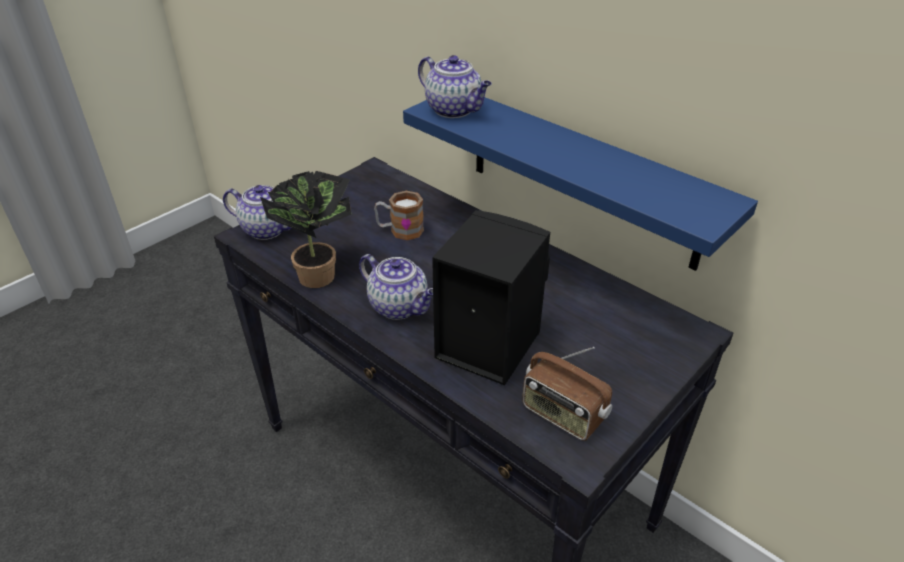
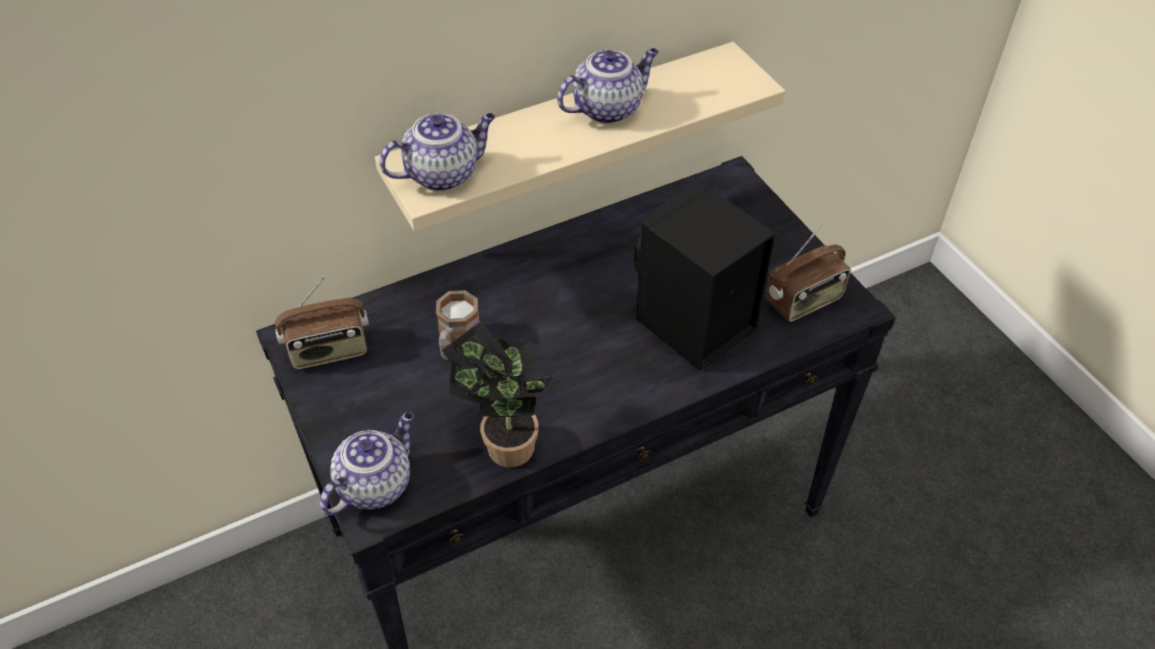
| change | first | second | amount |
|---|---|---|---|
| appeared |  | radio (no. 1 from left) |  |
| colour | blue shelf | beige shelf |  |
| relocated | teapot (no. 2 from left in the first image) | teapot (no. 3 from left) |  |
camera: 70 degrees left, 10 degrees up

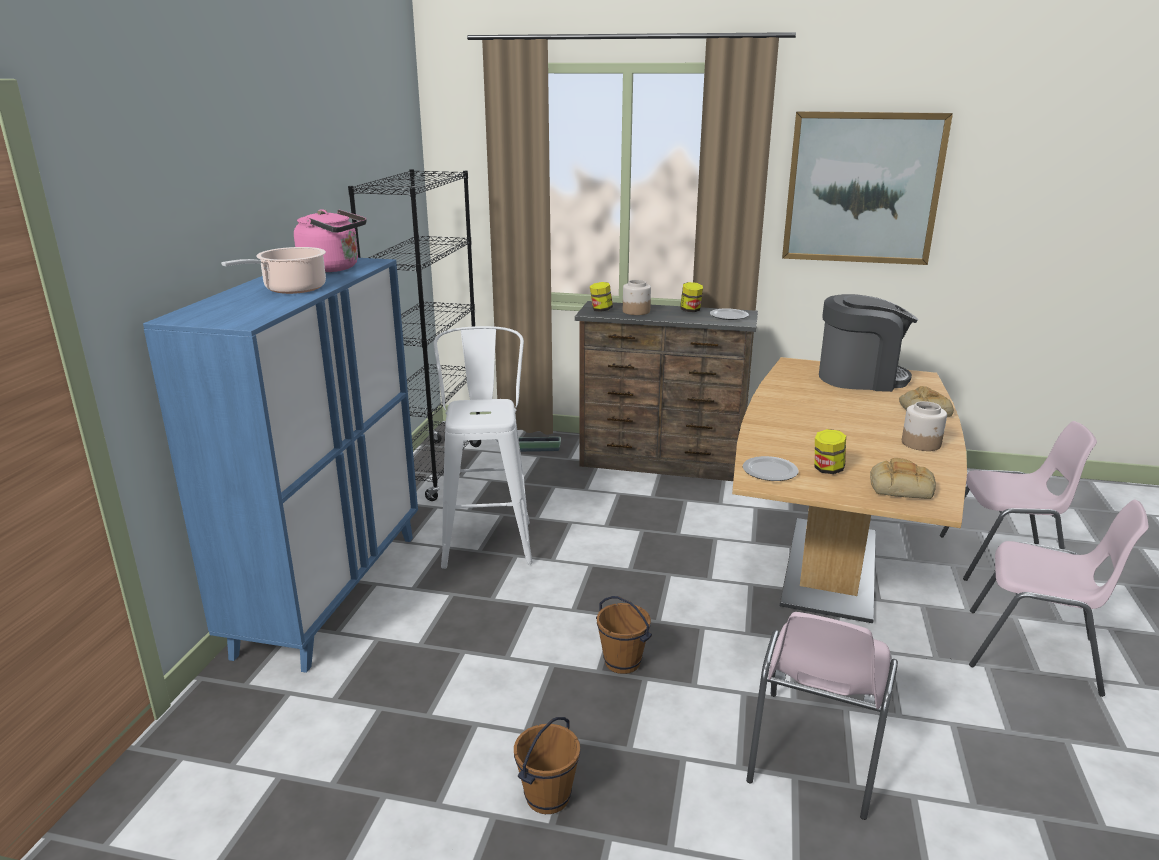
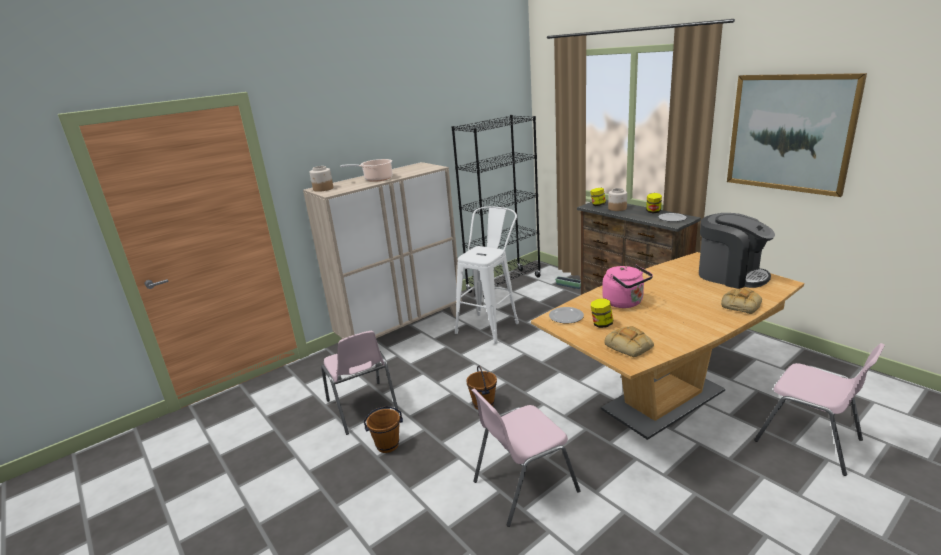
| change | first | second | amount |
|---|---|---|---|
| colour | blue cabinet | beige cabinet |  |
| relocated | jar (no. 5 from left in the first image) | jar (no. 1 from left) |  |
| relocated | pink chair (no. 3 from left in the first image) | pink chair (no. 1 from left) |  |
| relocated | pink kettle |  |  |
camera: 40 degrees right, 0 degrees up

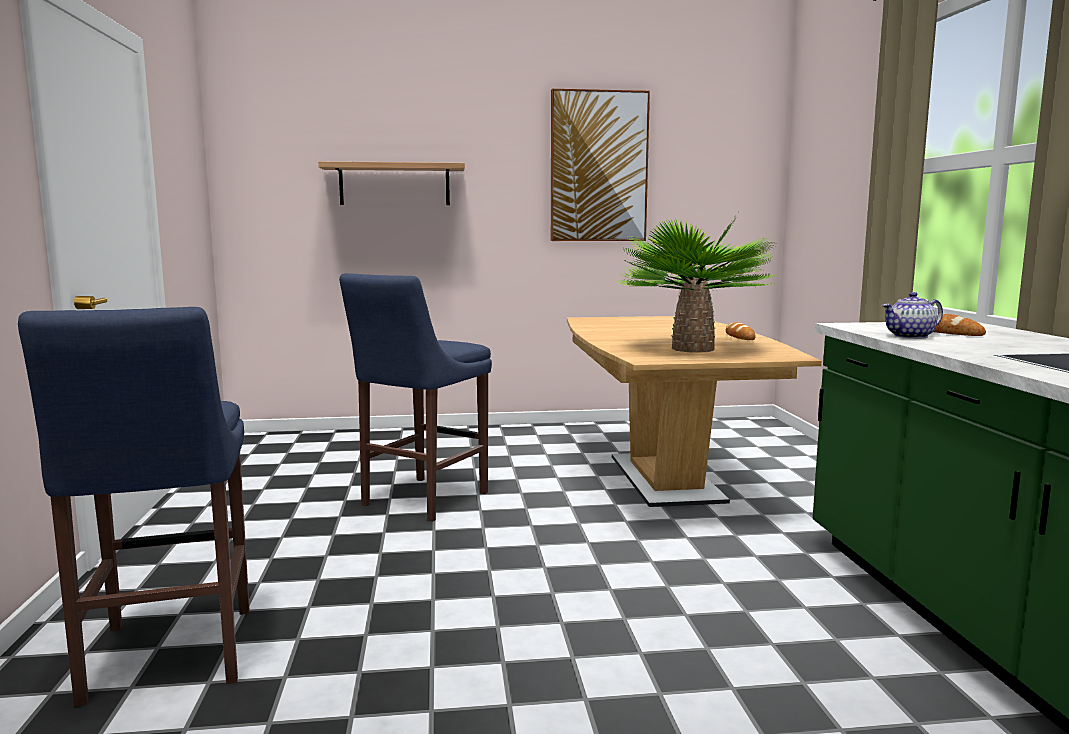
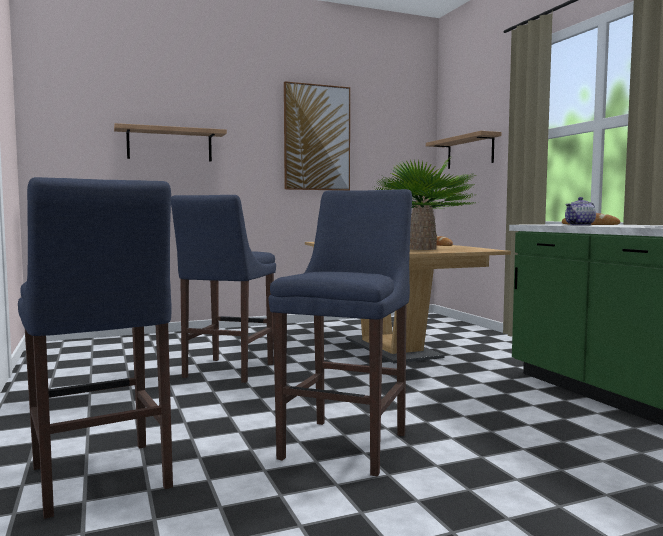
| change | first | second | amount |
|---|---|---|---|
| appeared |  | blue stool (no. 3 from left) |  |
| appeared |  | shelf (no. 2 from left) |  |
camera: 15 degrees left, 5 degrees down

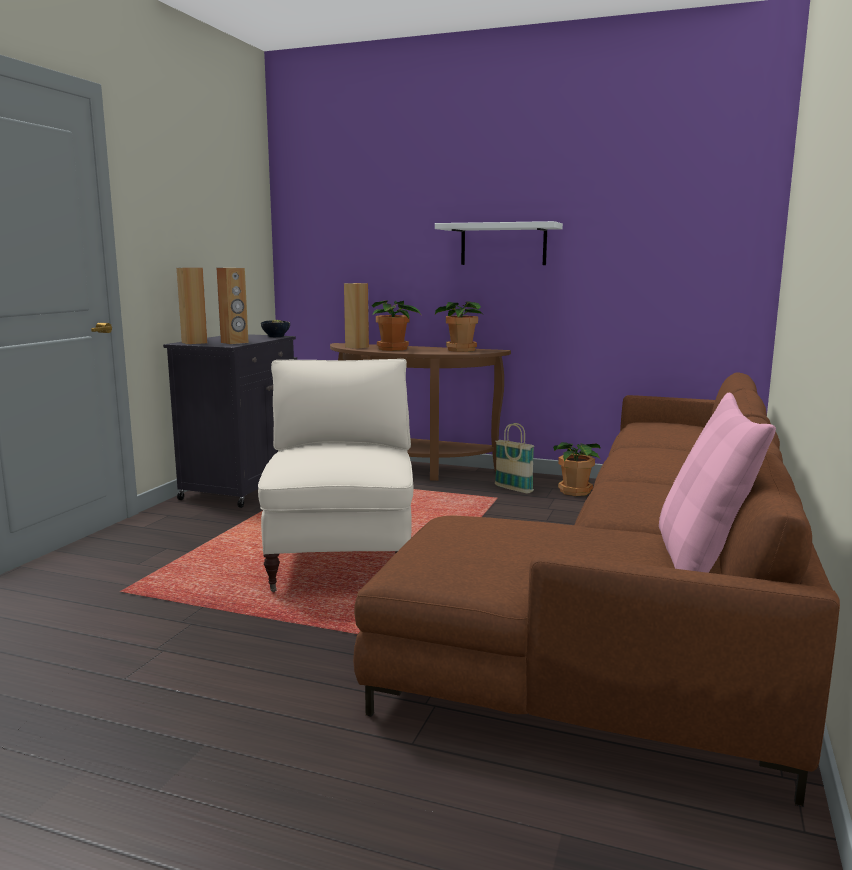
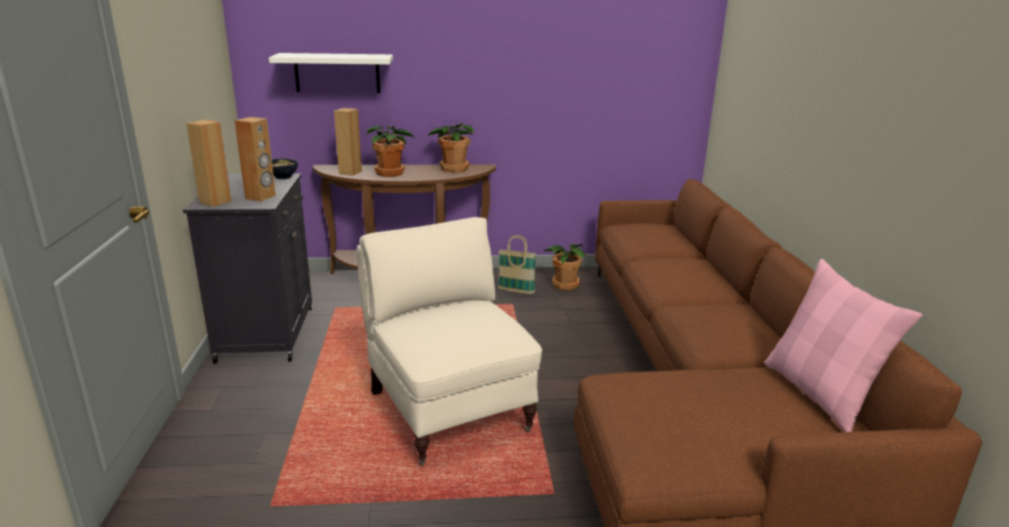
| change | first | second | amount |
|---|---|---|---|
| relocated | white shelf |  |  |
camera: 25 degrees left, 10 degrees up

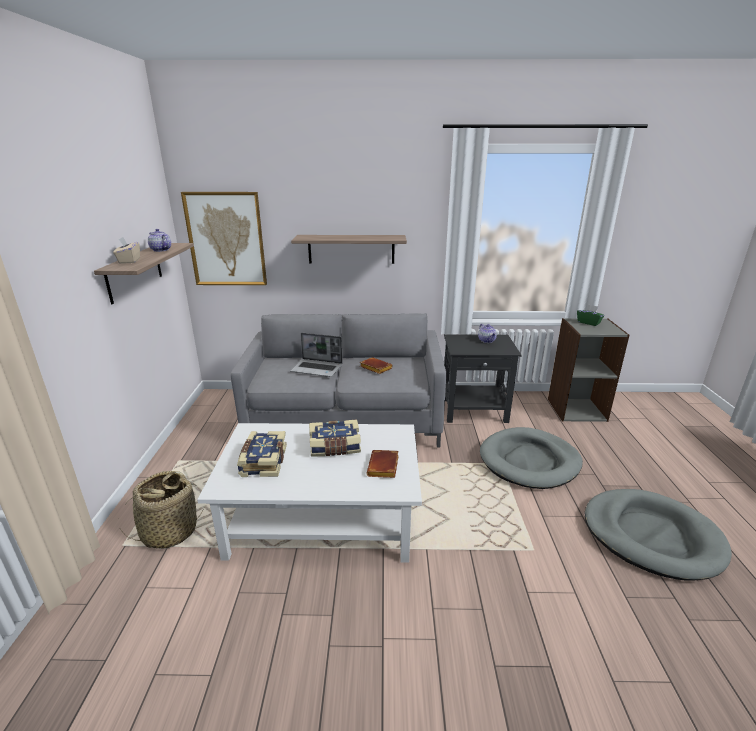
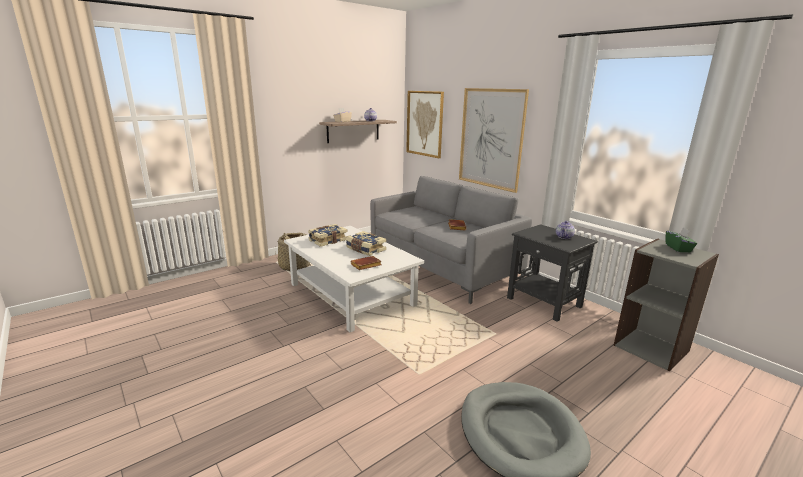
| change | first | second | amount |
|---|---|---|---|
| exchanged | shelf (no. 2 from left) | picture (no. 2 from left) |  |
| missing | laptop |  |  |
| missing | grey dog bed (no. 1 from left) |  |  |
camera: 50 degrees right, 5 degrees down

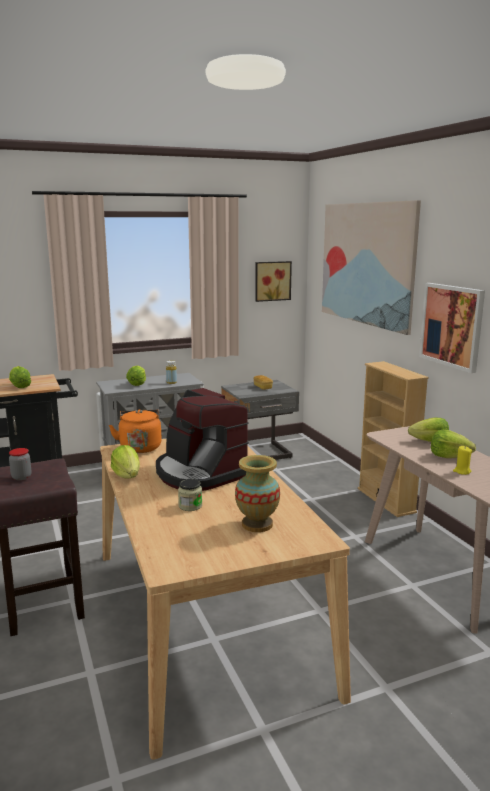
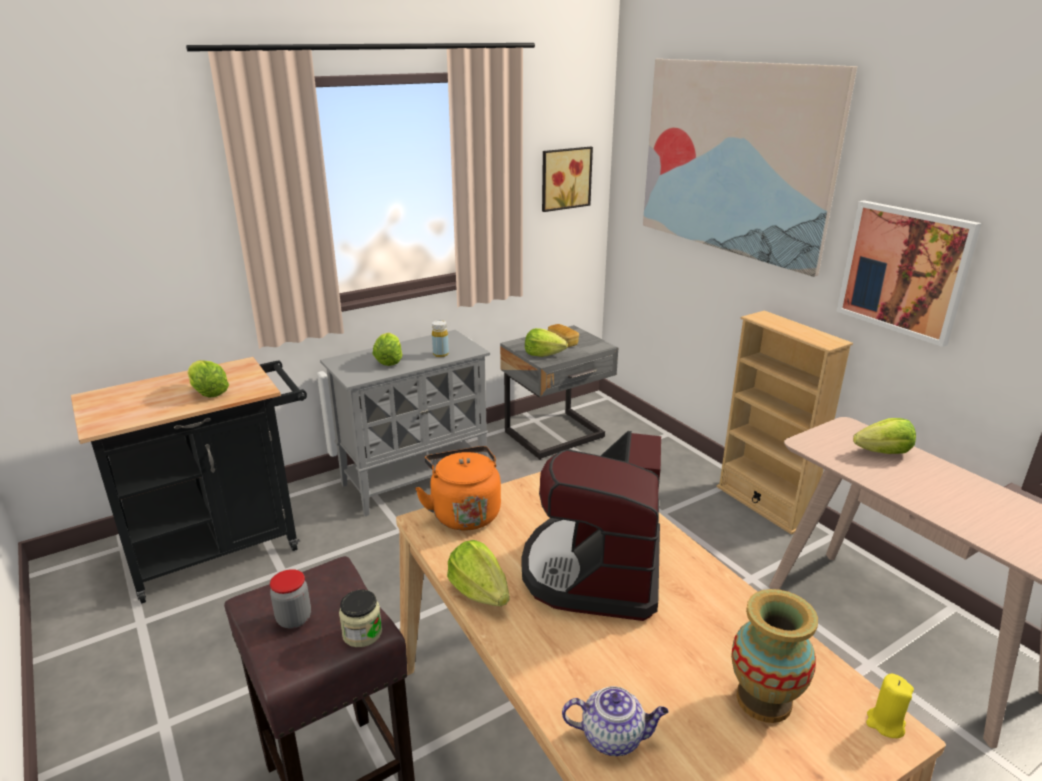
| change | first | second | amount |
|---|---|---|---|
| relocated | jar (no. 2 from left) |  |  |
| spun | coffee machine |  | 60 degrees clockwise |
| relocated | lettuce (no. 5 from left in the first image) | lettuce (no. 4 from left) |  |
| appeared |  | teapot |  |
| relocated | yellow candle |  |  |
camera: 10 degrees left, 10 degrees up

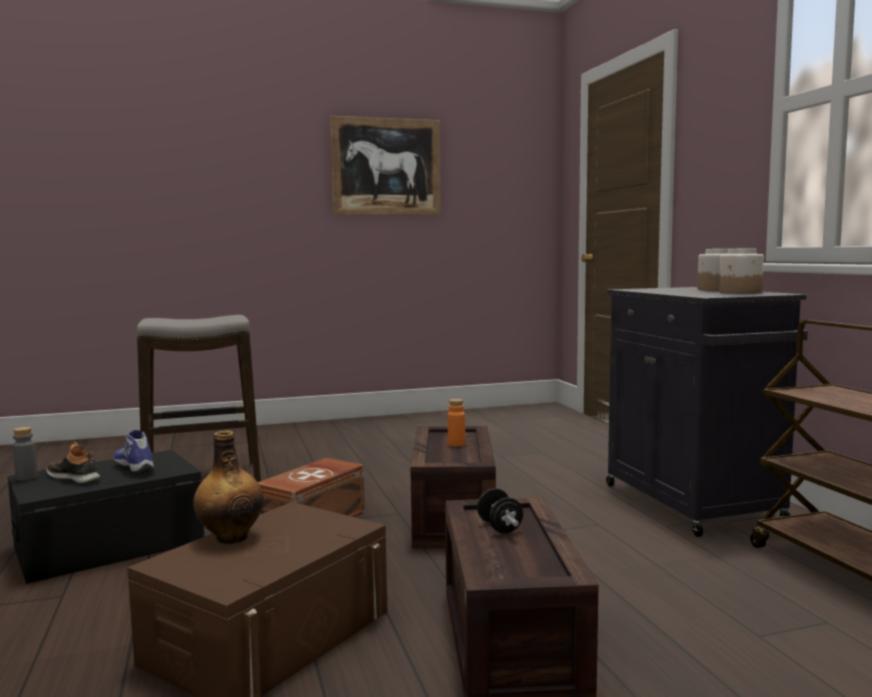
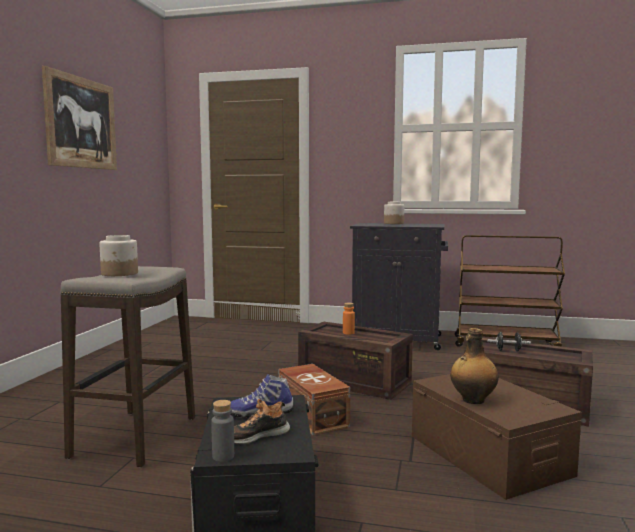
| change | first | second | amount |
|---|---|---|---|
| relocated | jar (no. 2 from left in the first image) | jar (no. 1 from left) |  |
camera: 60 degrees left, 0 degrees up

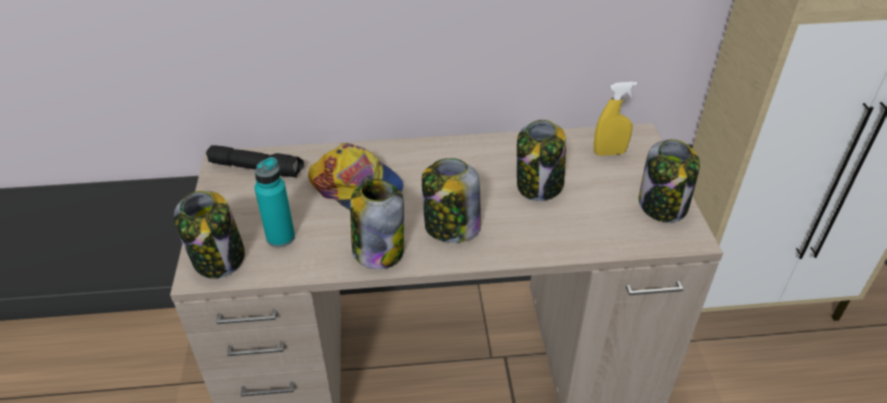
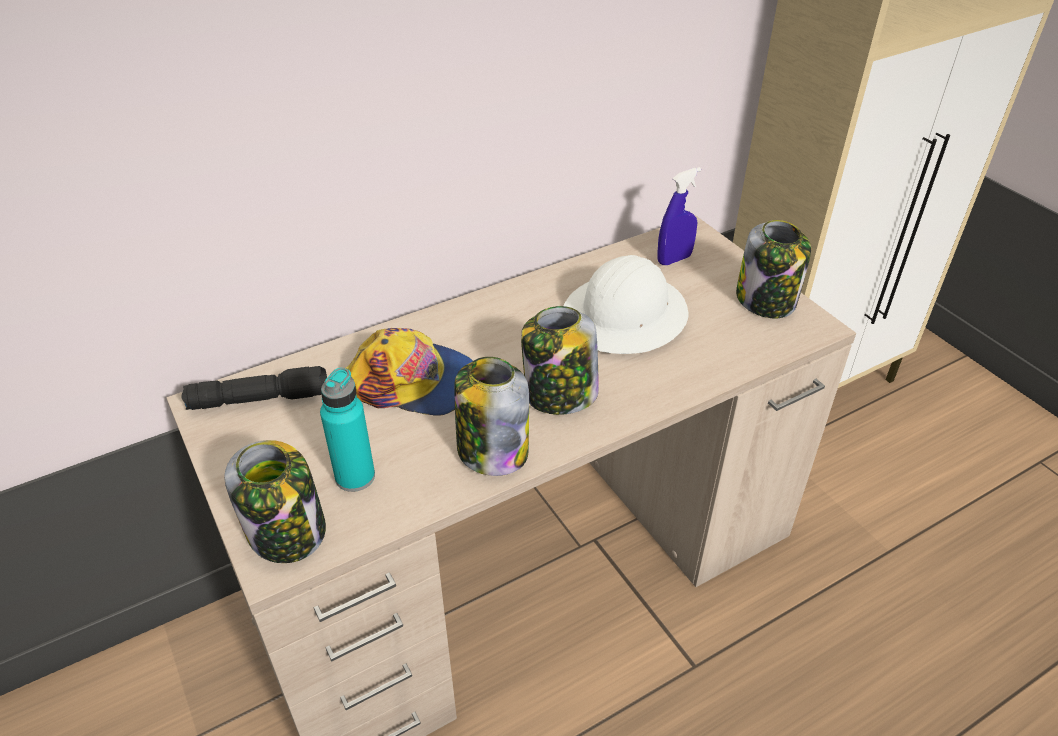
| change | first | second | amount |
|---|---|---|---|
| exchanged | jar (no. 4 from left) | white hard hat |  |
| colour | yellow spray bottle | blue spray bottle |  |
camera: 25 degrees left, 0 degrees up

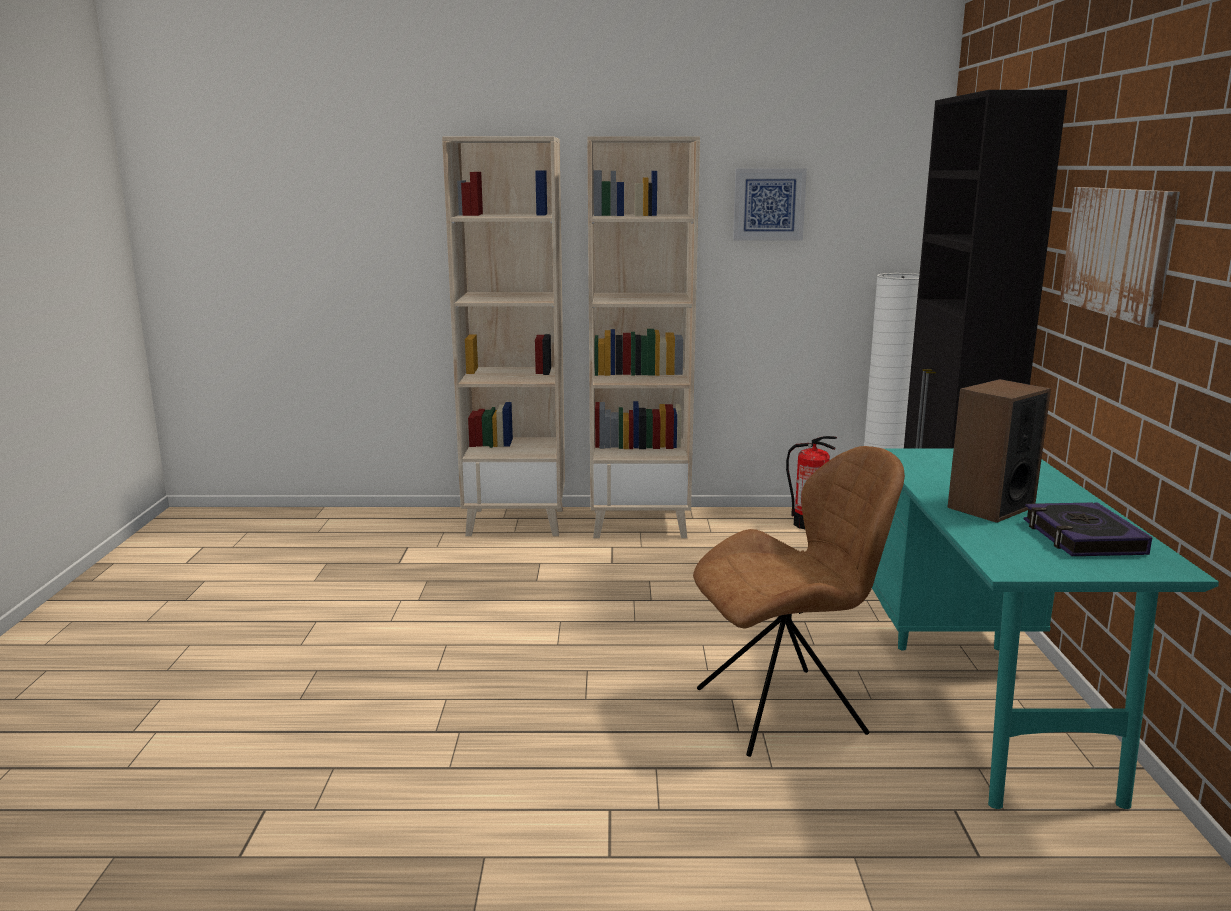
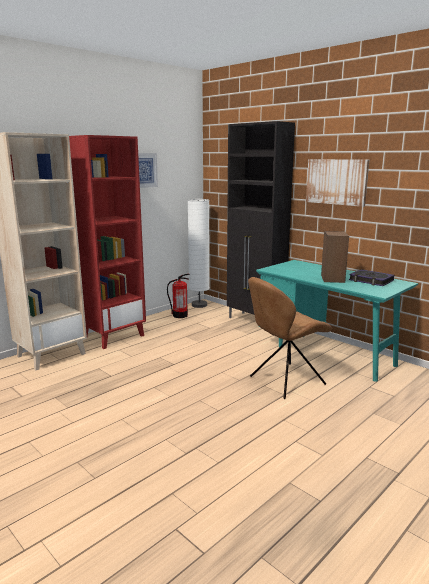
| change | first | second | amount |
|---|---|---|---|
| colour | beige bookcase (no. 2 from left) | red bookcase |  |
| spun | brown chair |  | 150 degrees counterclockwise |
camera: 45 degrees left, 0 degrees up

